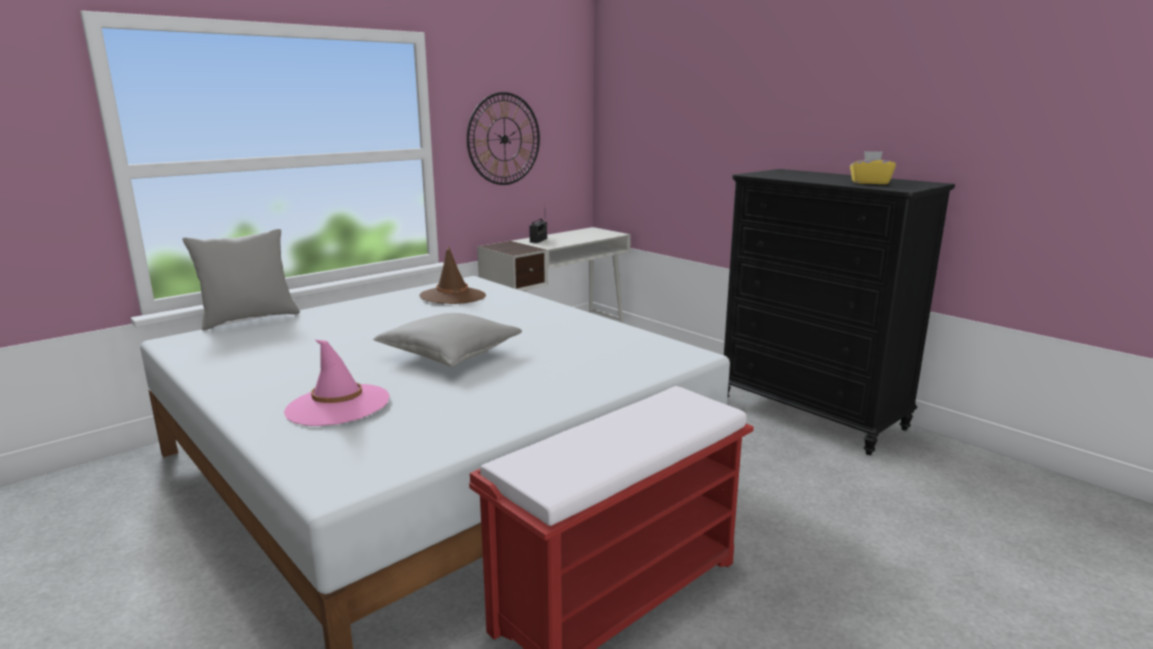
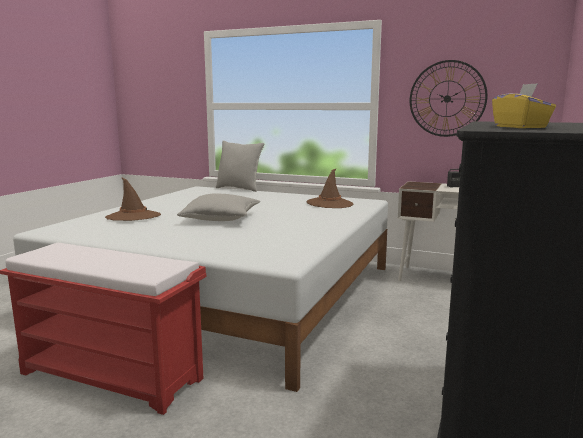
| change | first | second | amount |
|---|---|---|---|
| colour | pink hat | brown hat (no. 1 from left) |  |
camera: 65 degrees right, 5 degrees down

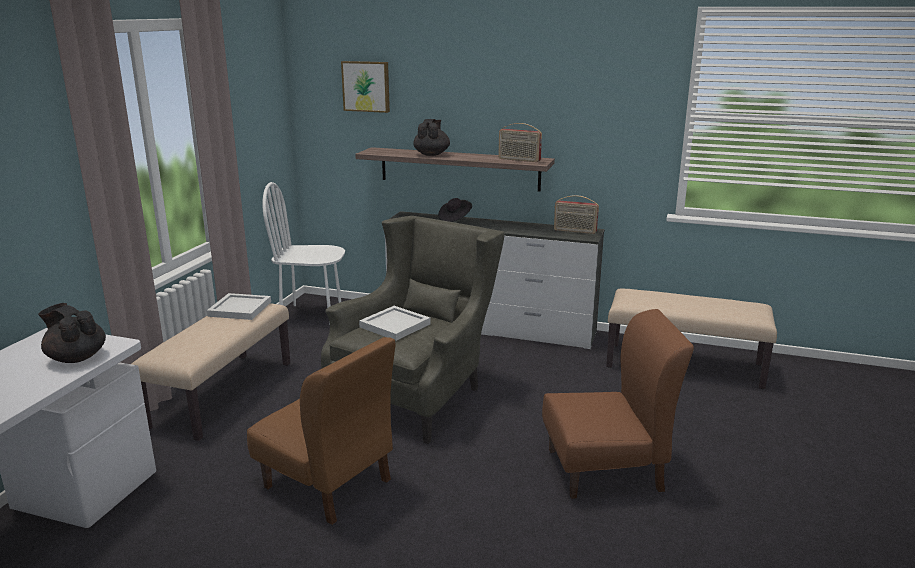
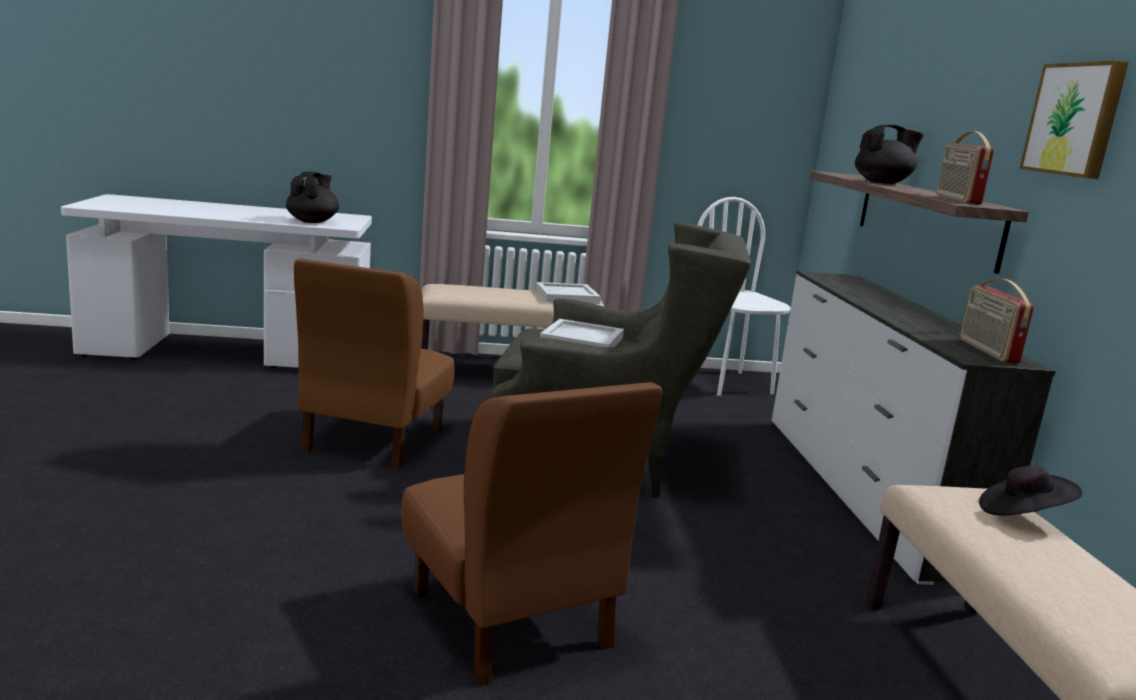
| change | first | second | amount |
|---|---|---|---|
| relocated | black hat |  |  |
| relocated | picture |  |  |
camera: 65 degrees right, 5 degrees down

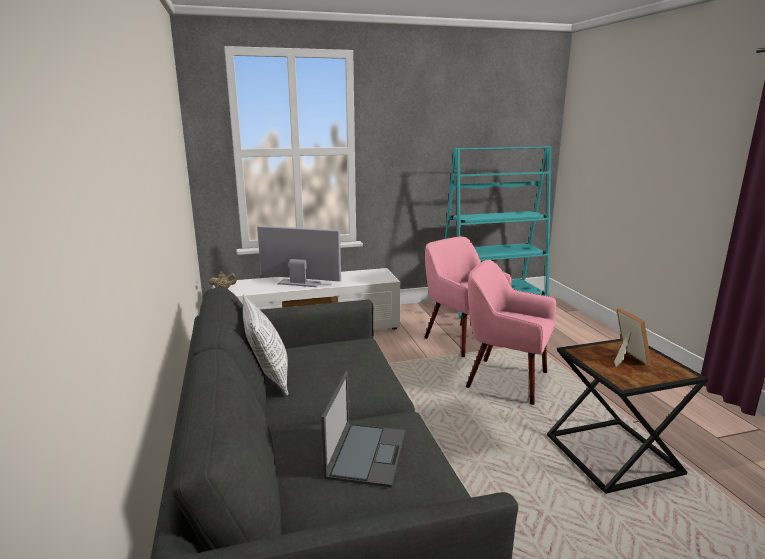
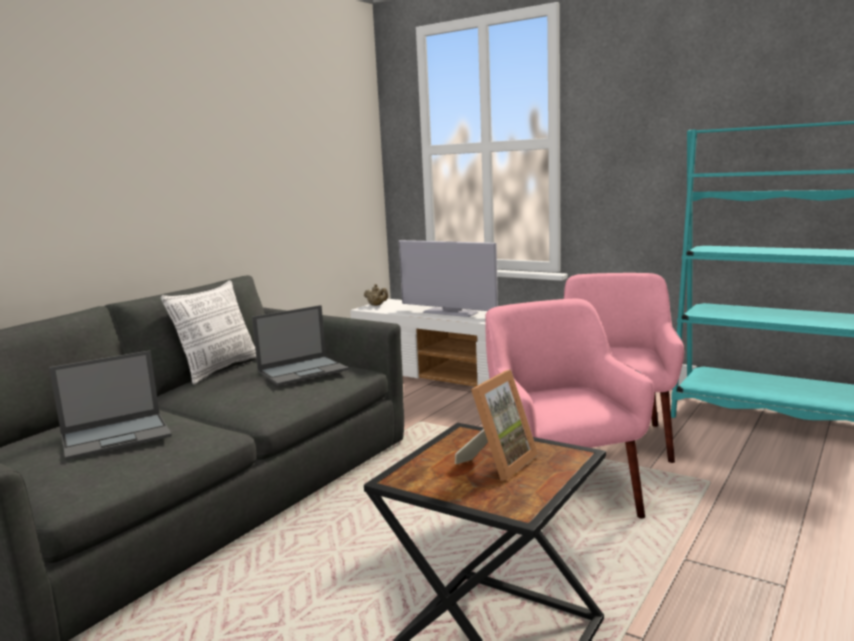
| change | first | second | amount |
|---|---|---|---|
| appeared |  | laptop (no. 2 from left) |  |
| spun | television |  | 150 degrees clockwise |
camera: 50 degrees right, 5 degrees down

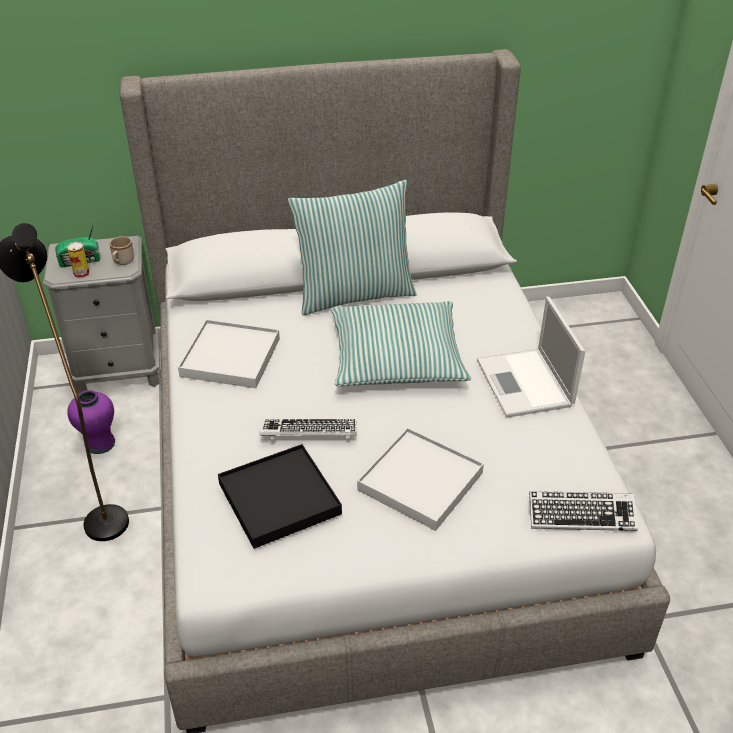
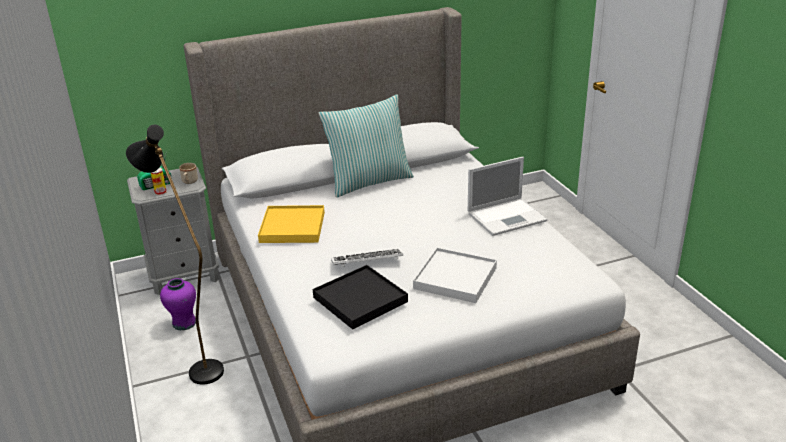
| change | first | second | amount |
|---|---|---|---|
| colour | white tray (no. 1 from left) | yellow tray |  |
| spun | laptop |  | 90 degrees counterclockwise |
| missing | pillow (no. 2 from left) |  |  |
| missing | keyboard (no. 2 from left) |  |  |
camera: 10 degrees left, 10 degrees down

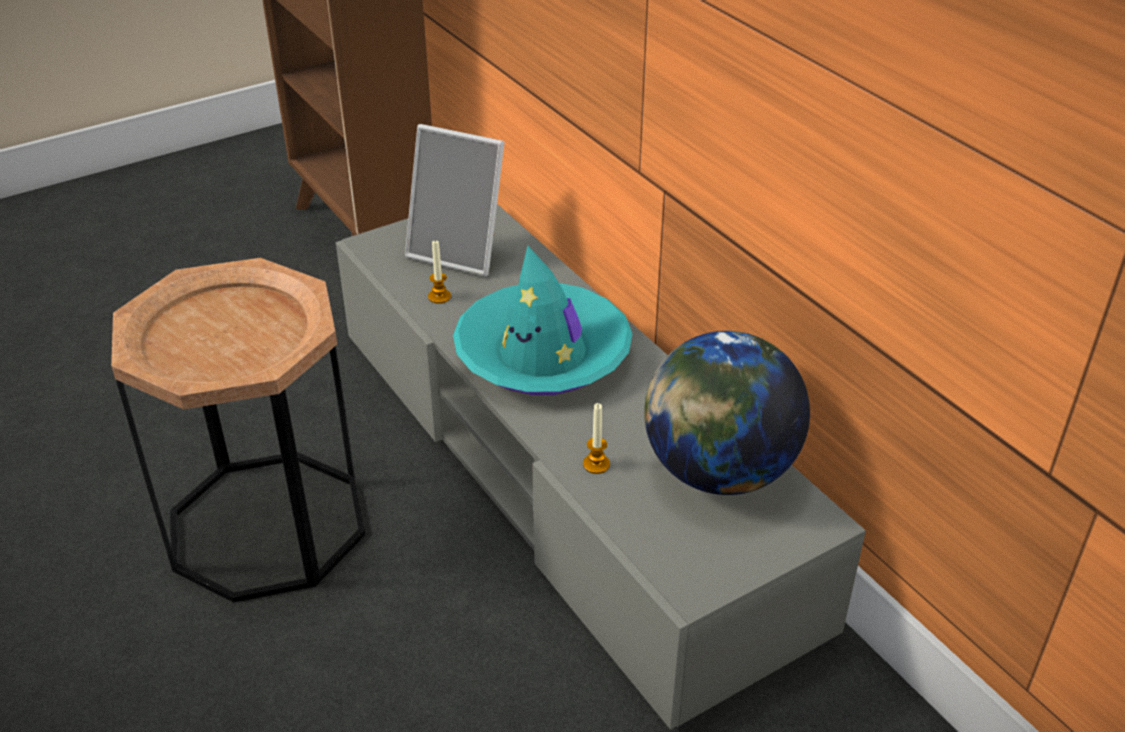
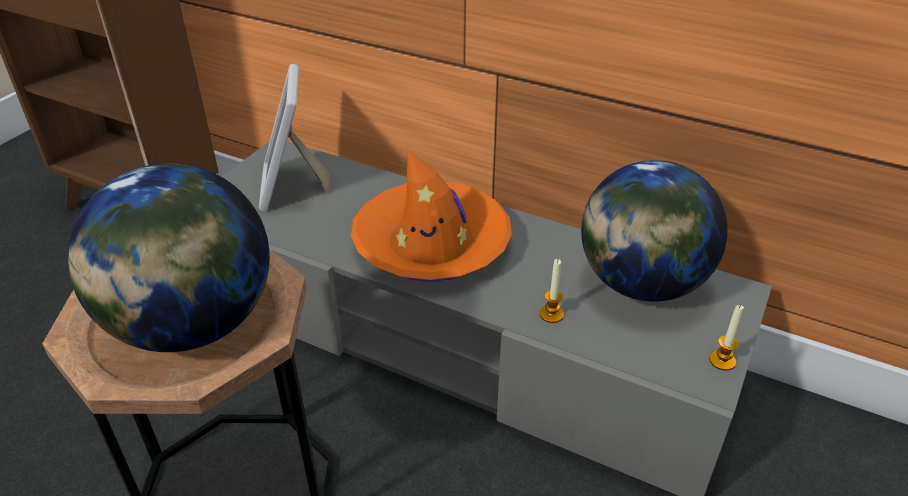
| change | first | second | amount |
|---|---|---|---|
| appeared |  | globe (no. 1 from left) |  |
| spun | picture frame |  | 90 degrees clockwise |
| colour | turquoise hat | orange hat |  |
| relocated | candle (no. 1 from left in the first image) | candle (no. 2 from left) |  |
camera: 30 degrees left, 0 degrees up

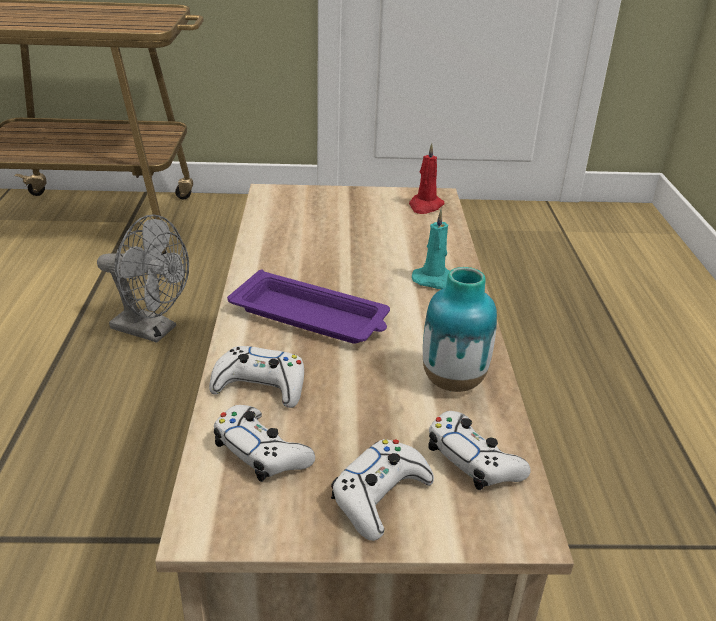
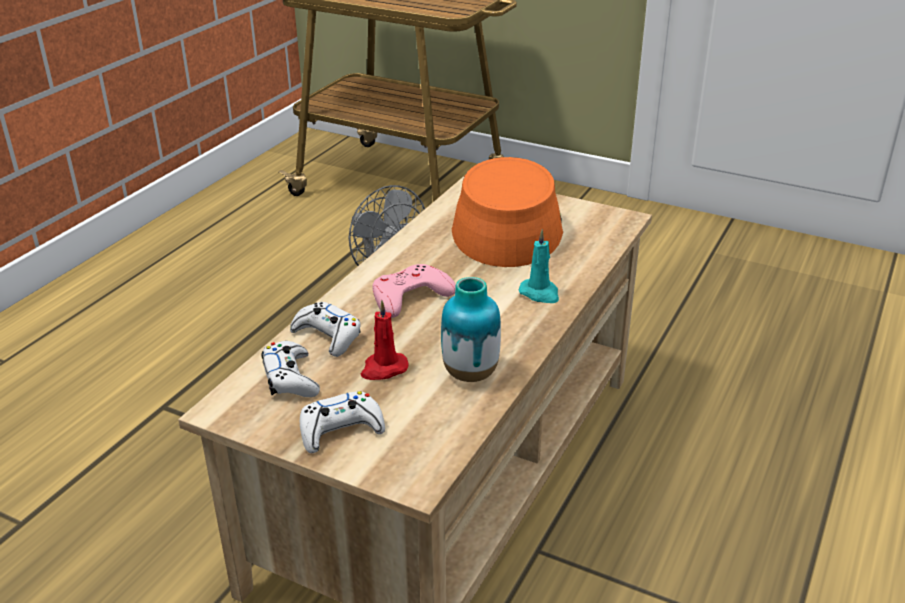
| change | first | second | amount |
|---|---|---|---|
| relocated | red candle |  |  |
| exchanged | purple tray | pink game controller |  |
| appeared |  | orange hat |  |
| missing | white game controller (no. 4 from left) |  |  |
camera: 30 degrees right, 0 degrees up

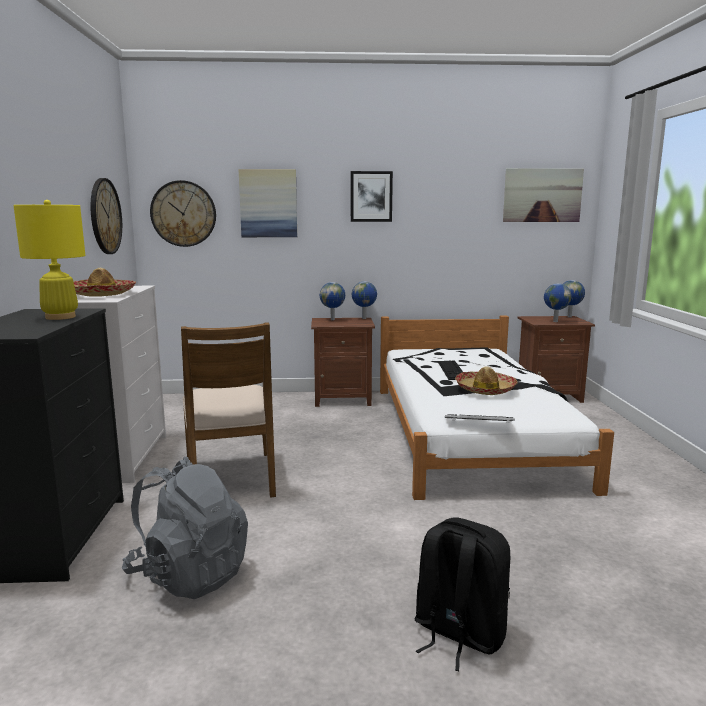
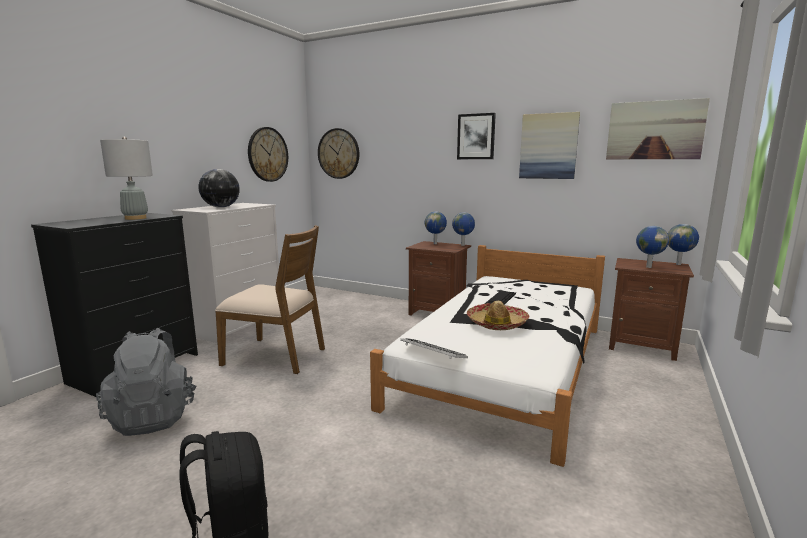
| change | first | second | amount |
|---|---|---|---|
| colour | yellow table lamp | grey table lamp |  |
| exchanged | hat (no. 1 from left) | globe (no. 1 from left) |  |
| spun | brown chair |  | 90 degrees counterclockwise |
| relocated | picture (no. 1 from left in the first image) | picture (no. 2 from left) |  |
camera: 30 degrees right, 0 degrees up

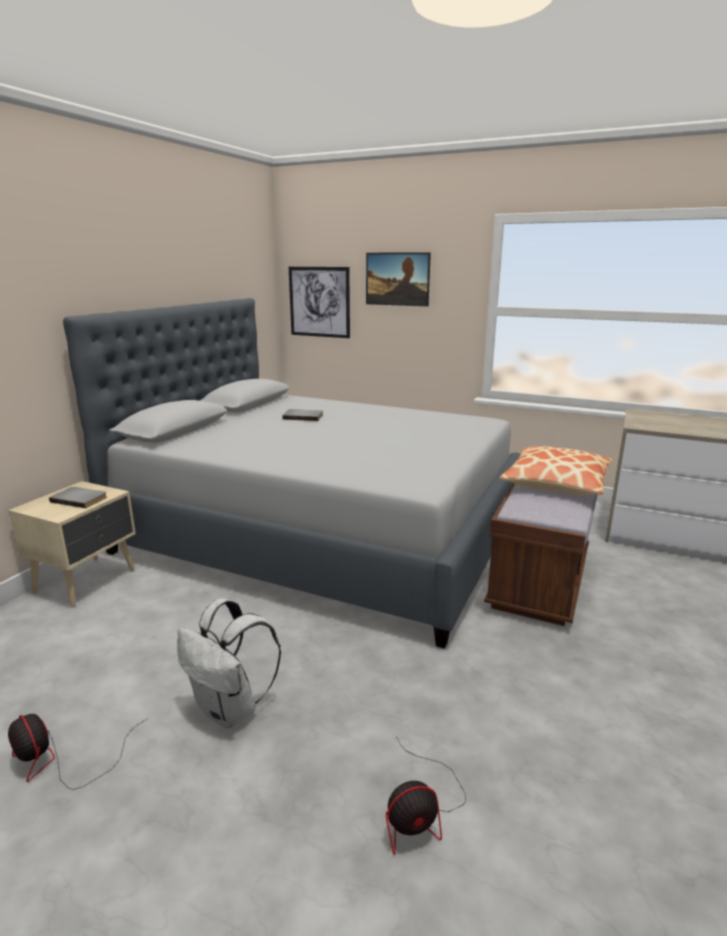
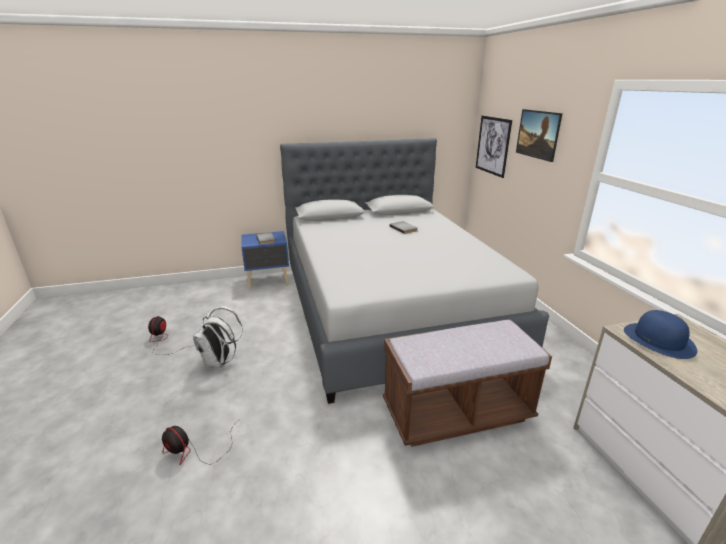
| change | first | second | amount |
|---|---|---|---|
| colour | beige nightstand | blue nightstand |  |
| appeared |  | blue hat |  |
| missing | pillow |  |  |
camera: 50 degrees right, 5 degrees up

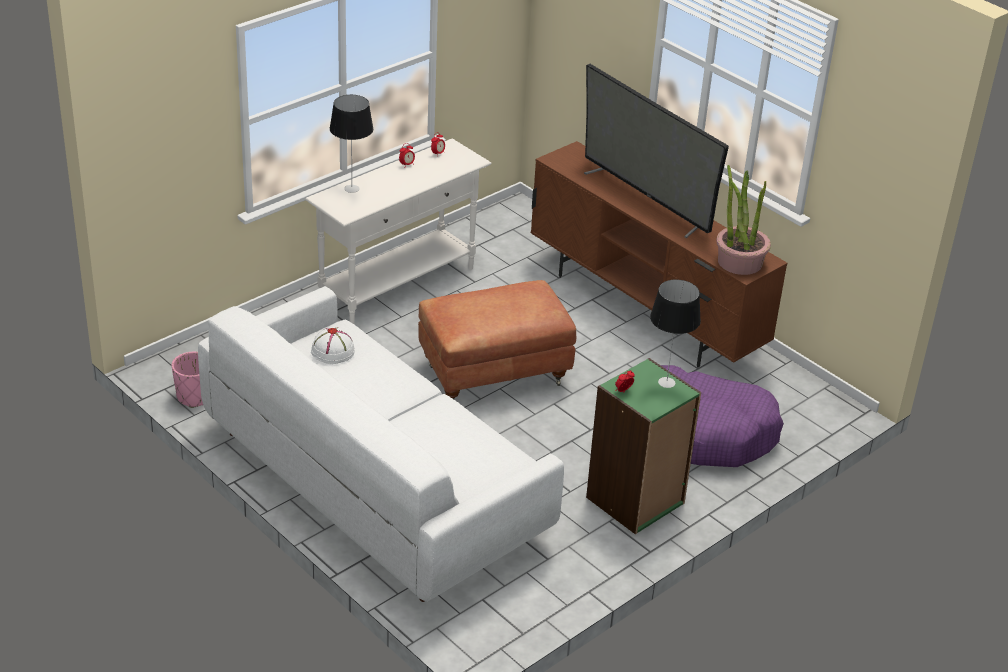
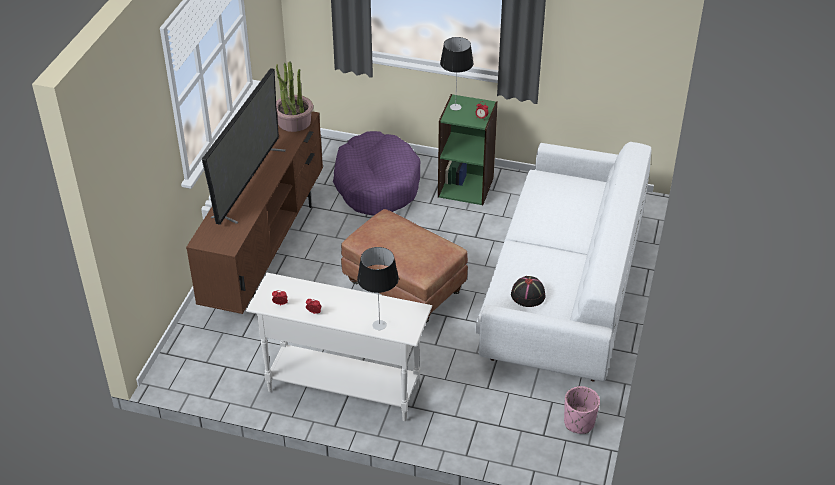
| change | first | second | amount |
|---|---|---|---|
| colour | white hat | black hat |  |
camera: 120 degrees left, 5 degrees up

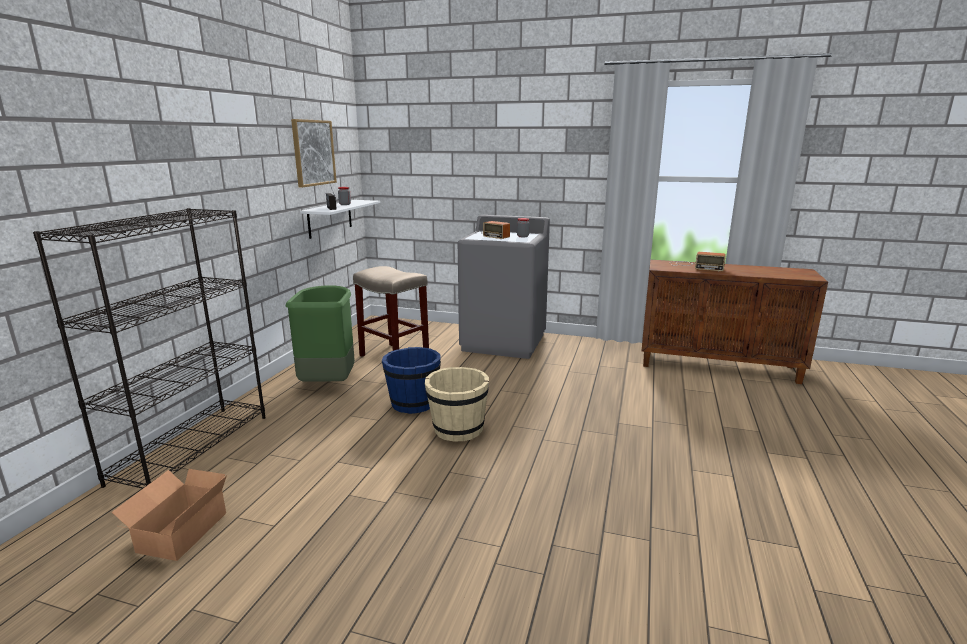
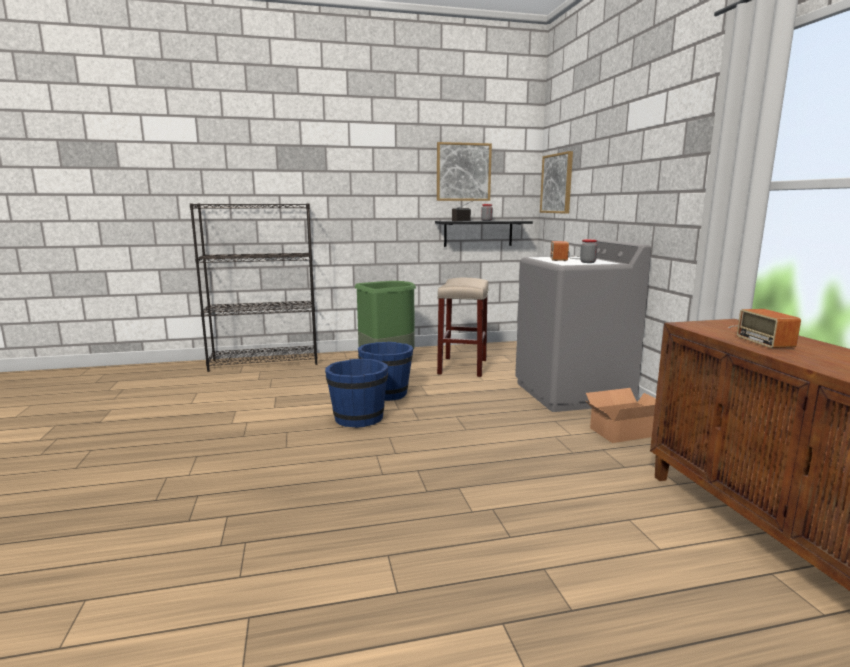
| change | first | second | amount |
|---|---|---|---|
| colour | beige bucket | blue bucket (no. 1 from left) |  |
| colour | white shelf | black shelf |  |
| appeared |  | picture (no. 2 from left) |  |
| relocated | cardboard box |  |  |
camera: 60 degrees right, 5 degrees down

